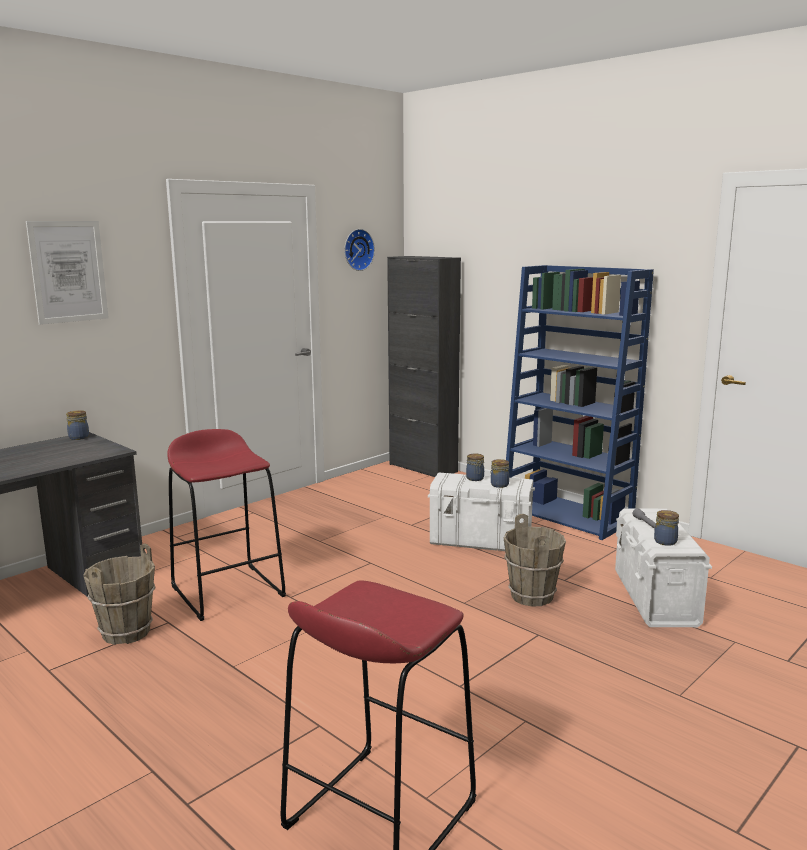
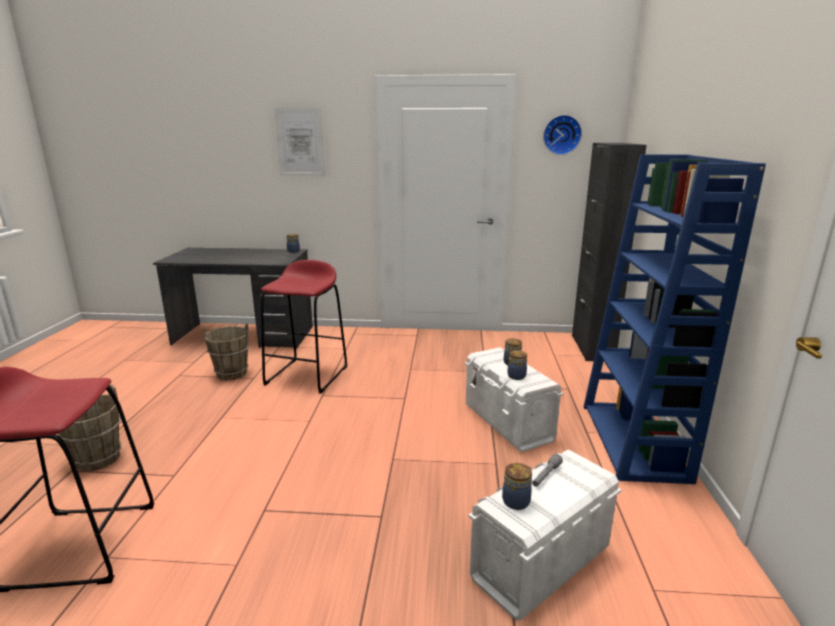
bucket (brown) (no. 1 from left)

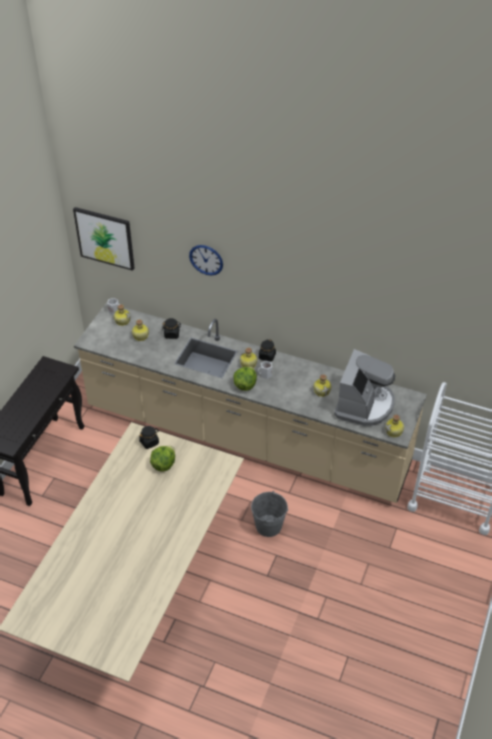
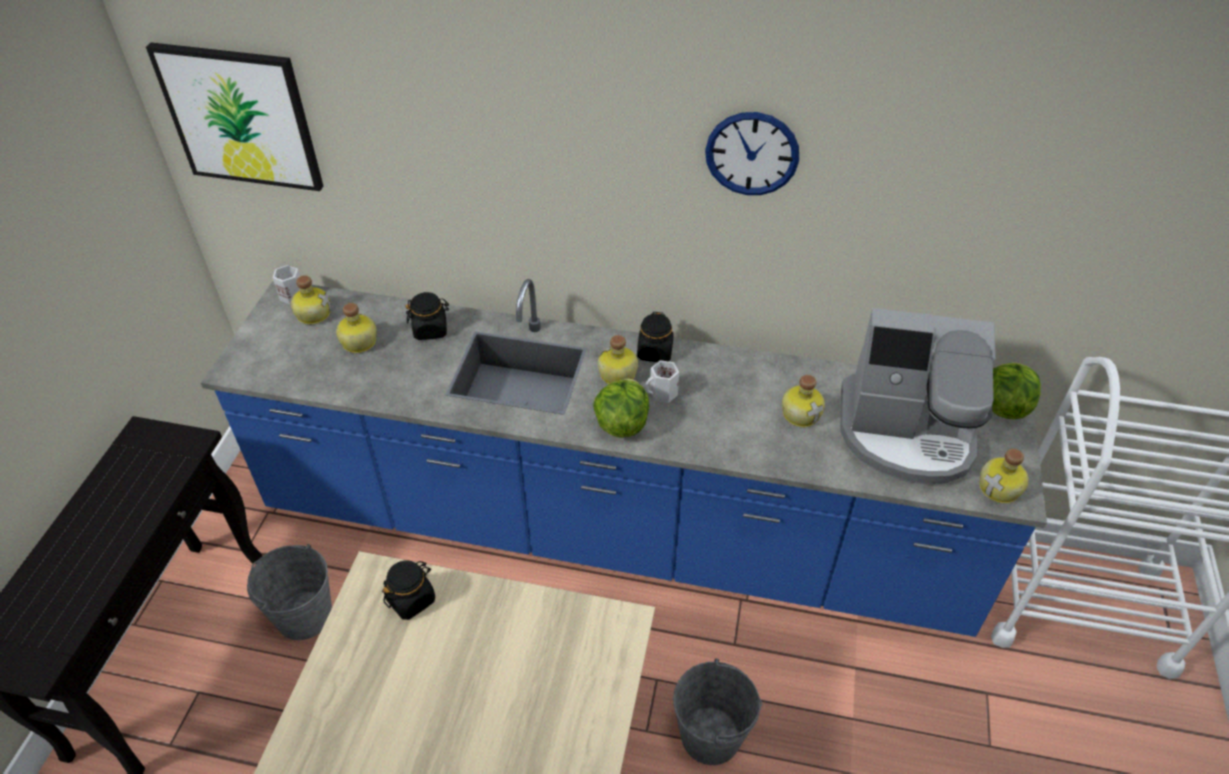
counter (blue)
lettuce (no. 2 from left)
wall clock
coffee machine
bucket (grey) (no. 1 from left)

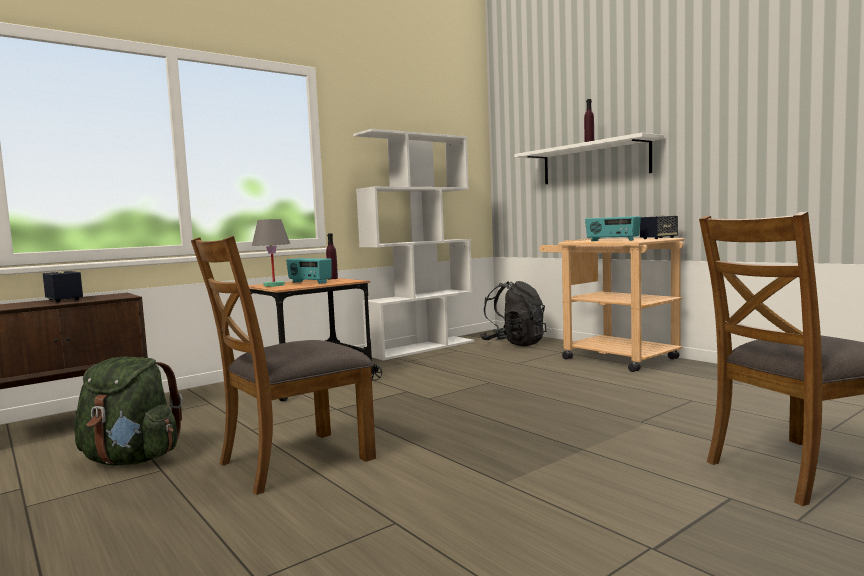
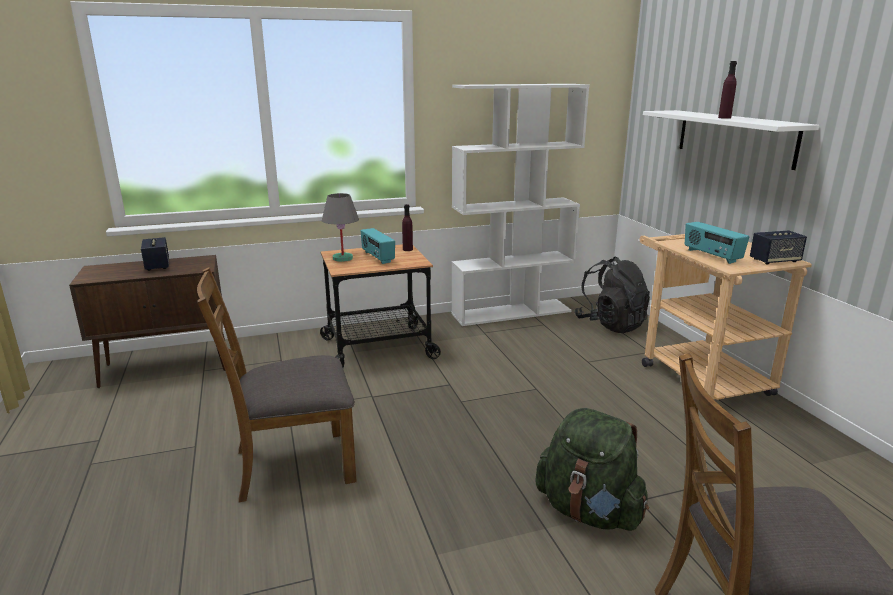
backpack (green)

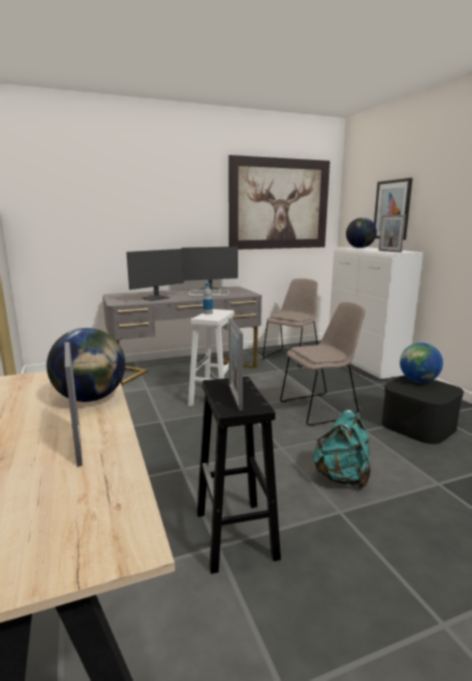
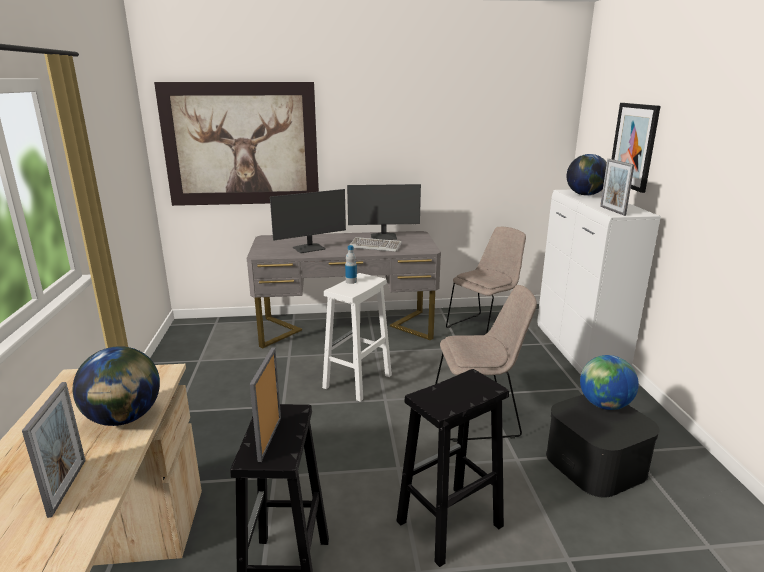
picture (no. 1 from left)
stool (black) (no. 2 from left)

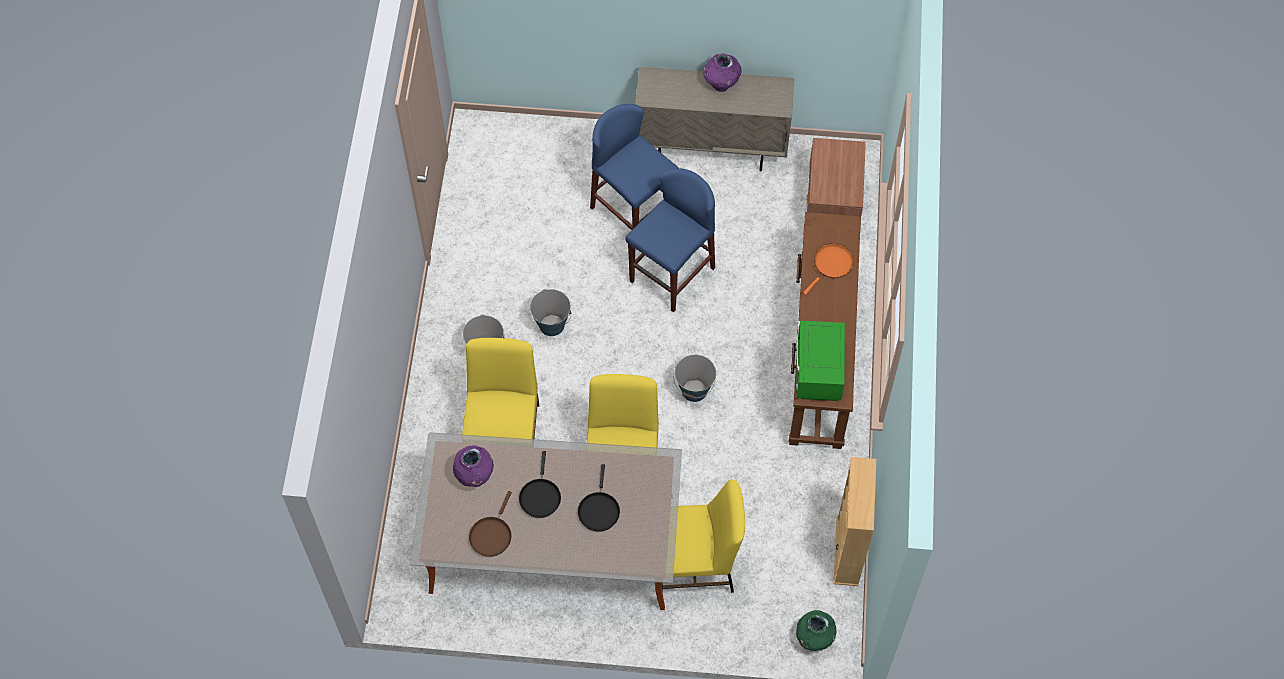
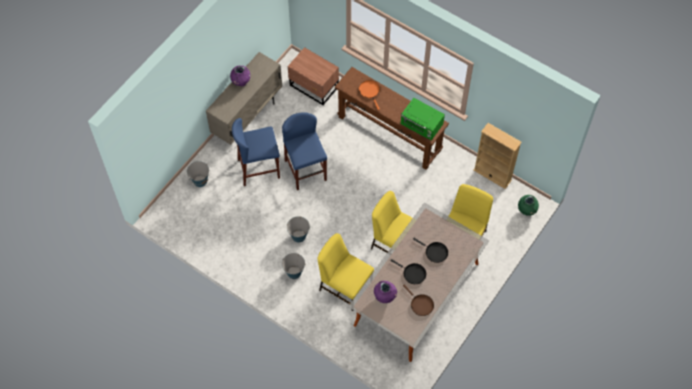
bucket (no. 1 from left)

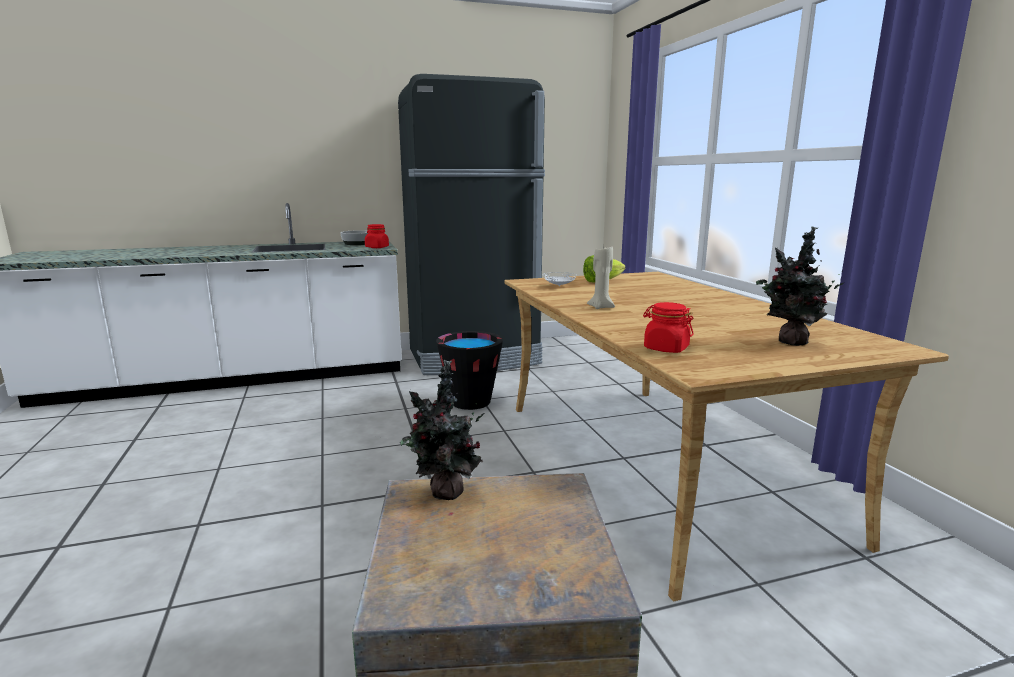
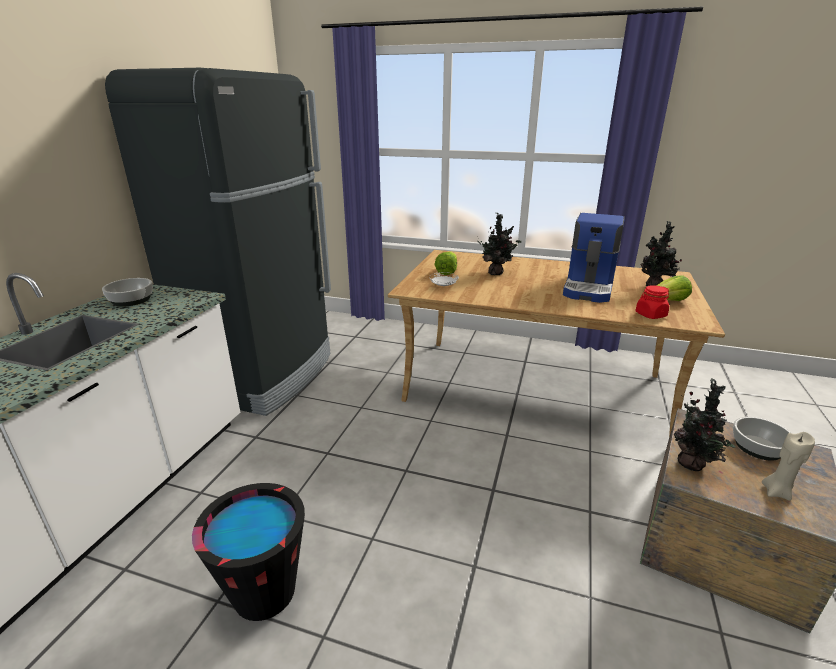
jar (red) (no. 1 from left in the first image)
bucket (black)
candle (beige)
potted plant (no. 1 from left)
coffee machine
lettuce (no. 2 from left)
bowl (no. 2 from left)

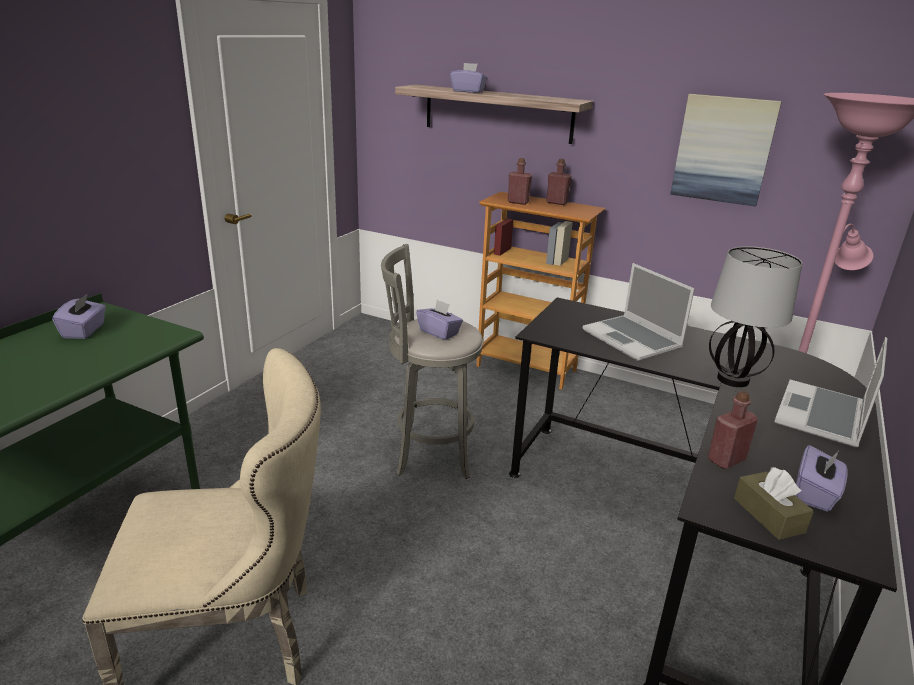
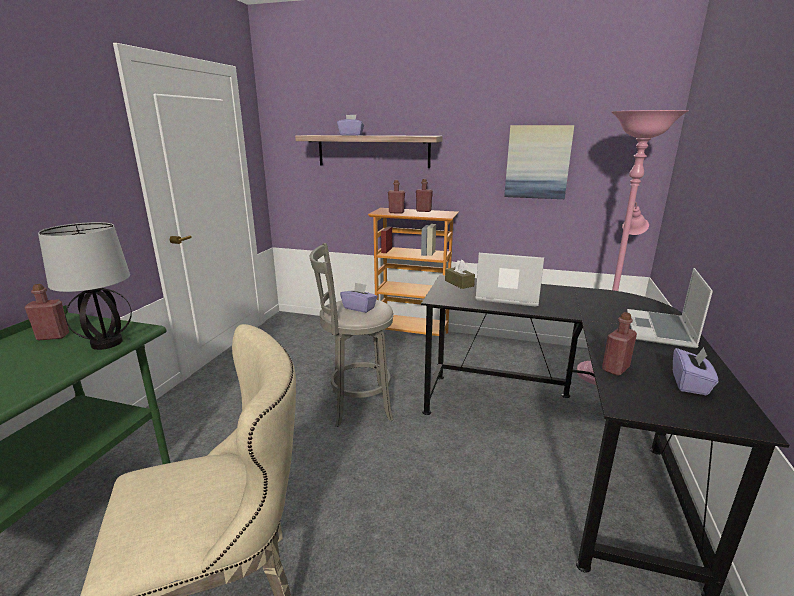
bottle (red) (no. 1 from left)
laptop (no. 1 from left)
table lamp
tissue box (brown)

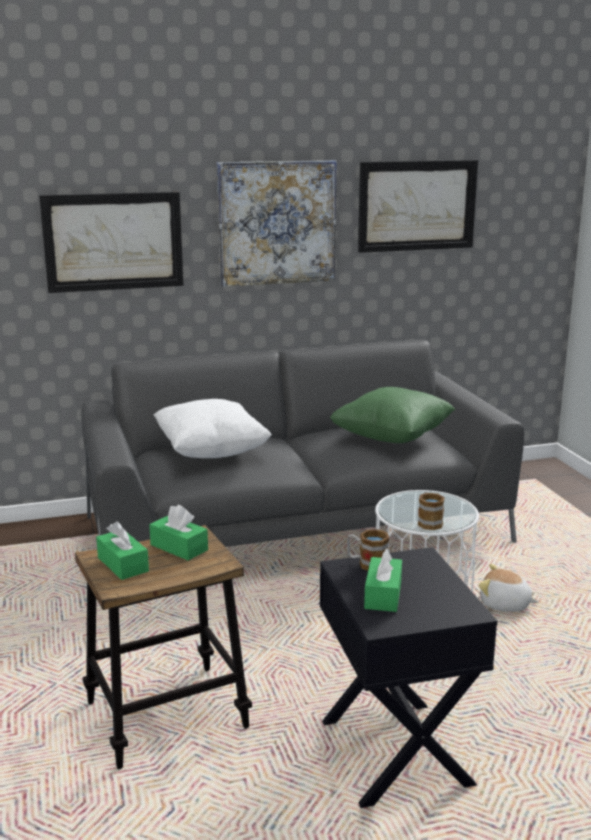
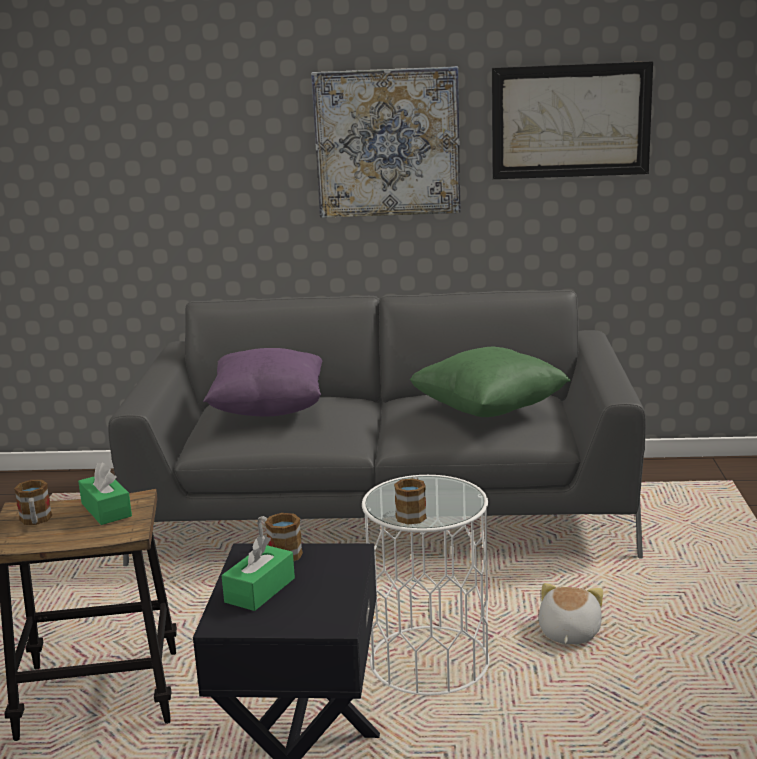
picture (no. 1 from left in the first image)
mug (no. 1 from left)
pillow (purple)
plush toy

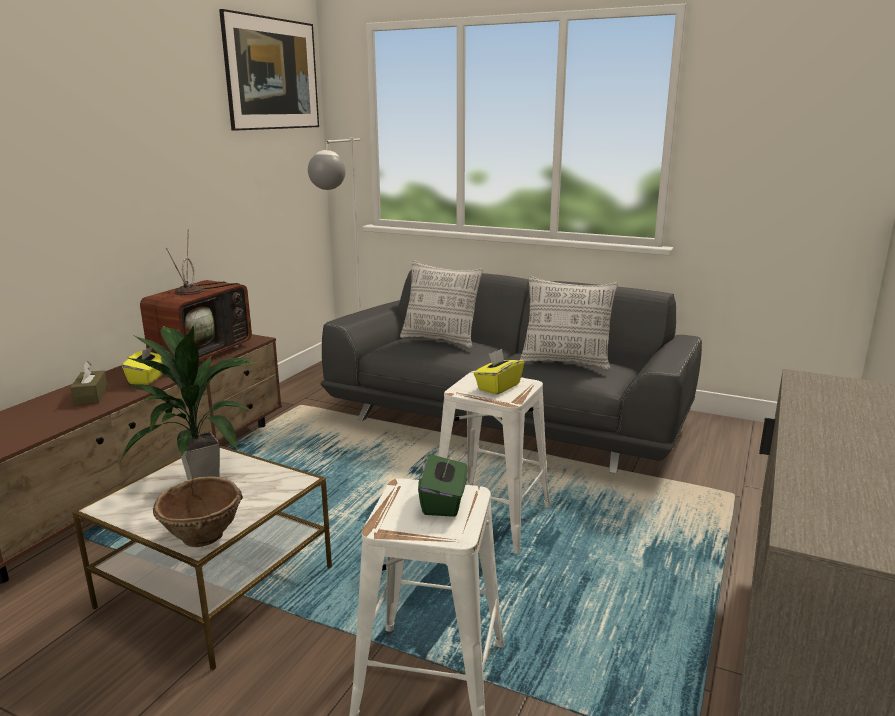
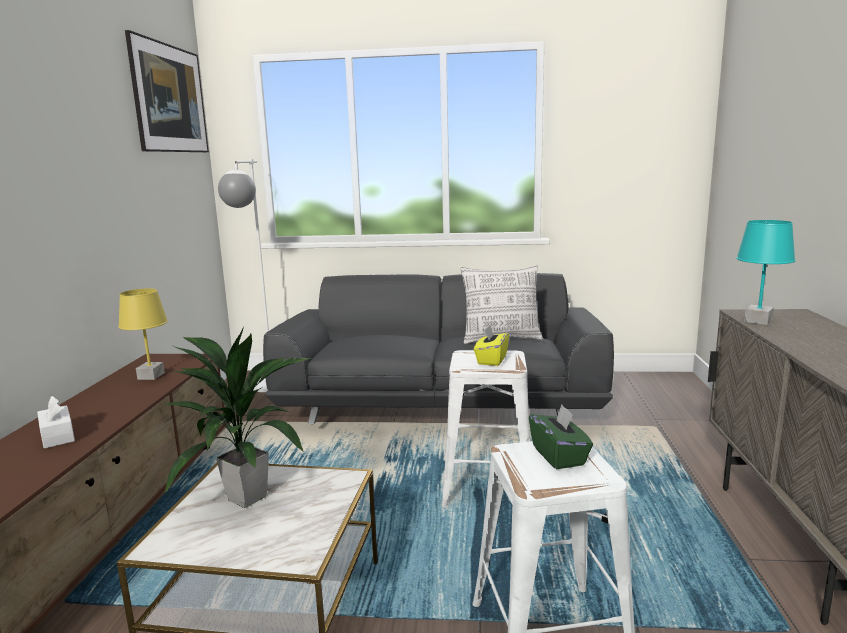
tissue box (white)
tissue box (yellow) (no. 1 from left in the first image)
table lamp (yellow)
bowl (brown)
pillow (no. 1 from left in the first image)
table lamp (turquoise)

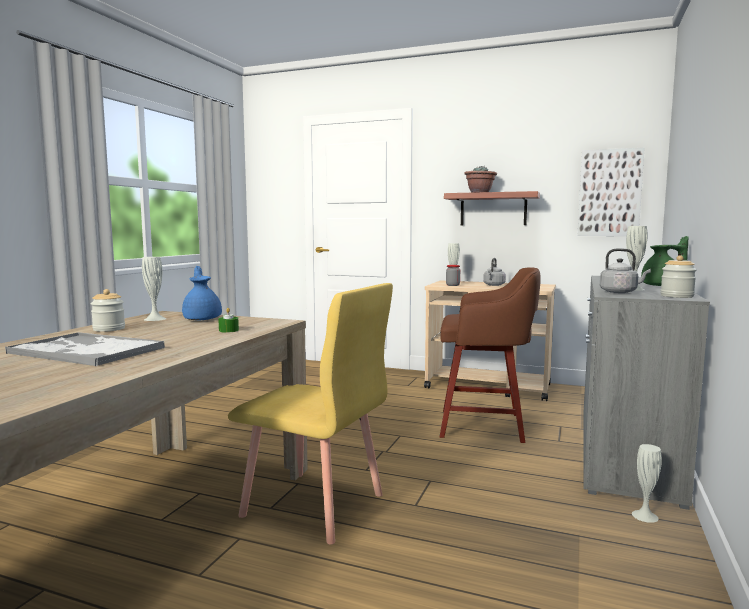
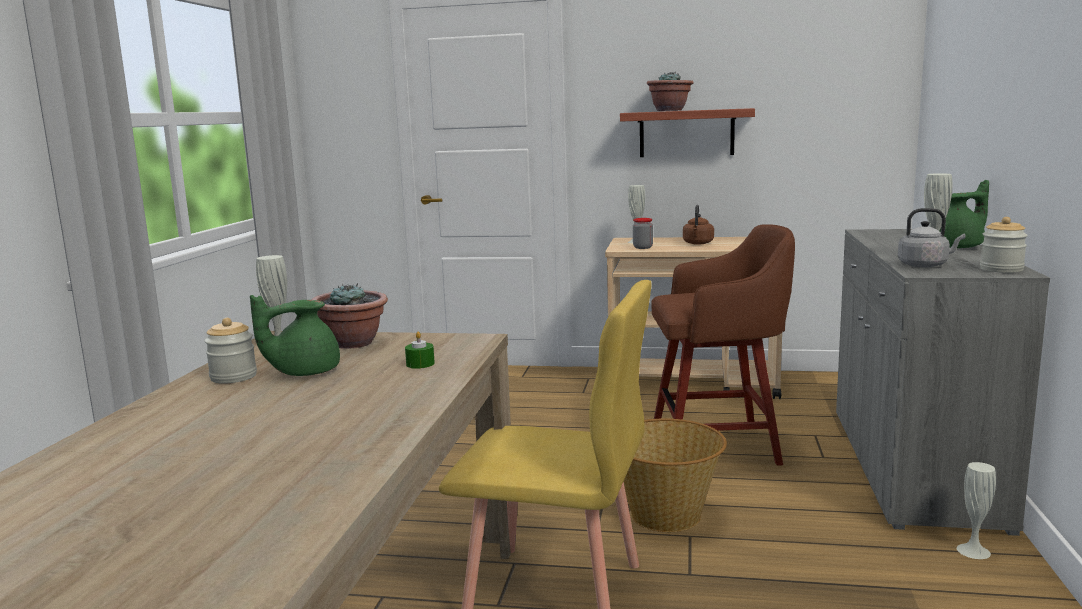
tray
potted plant (no. 1 from left)
kettle (brown)
picture
teapot (green) (no. 1 from left)
basket

